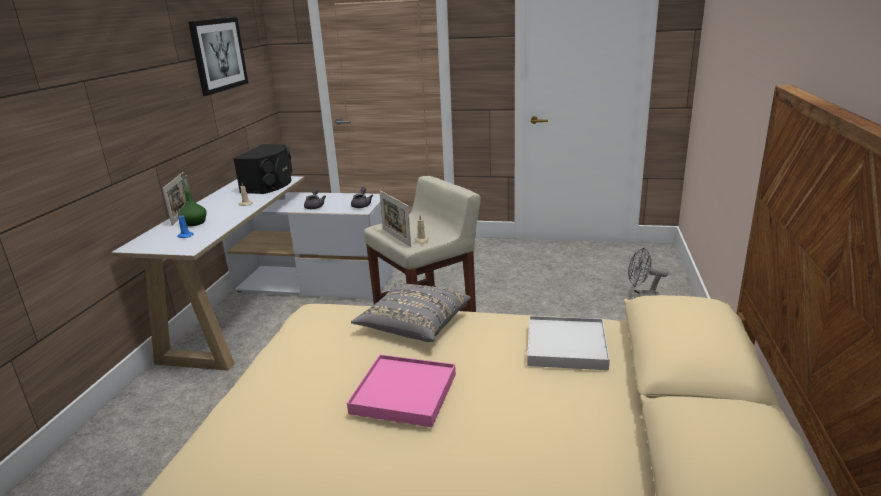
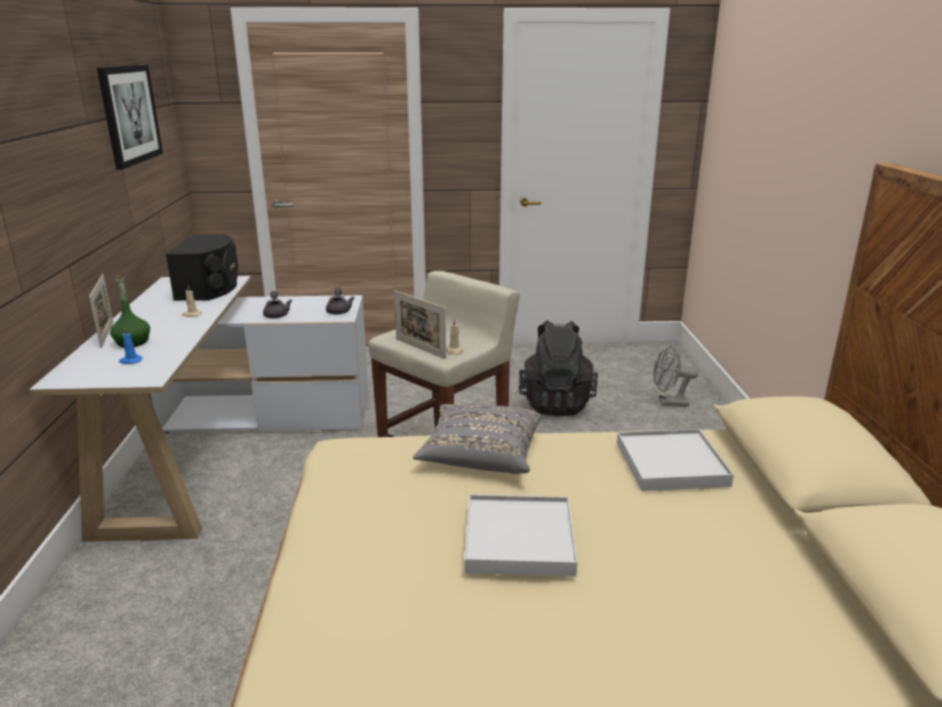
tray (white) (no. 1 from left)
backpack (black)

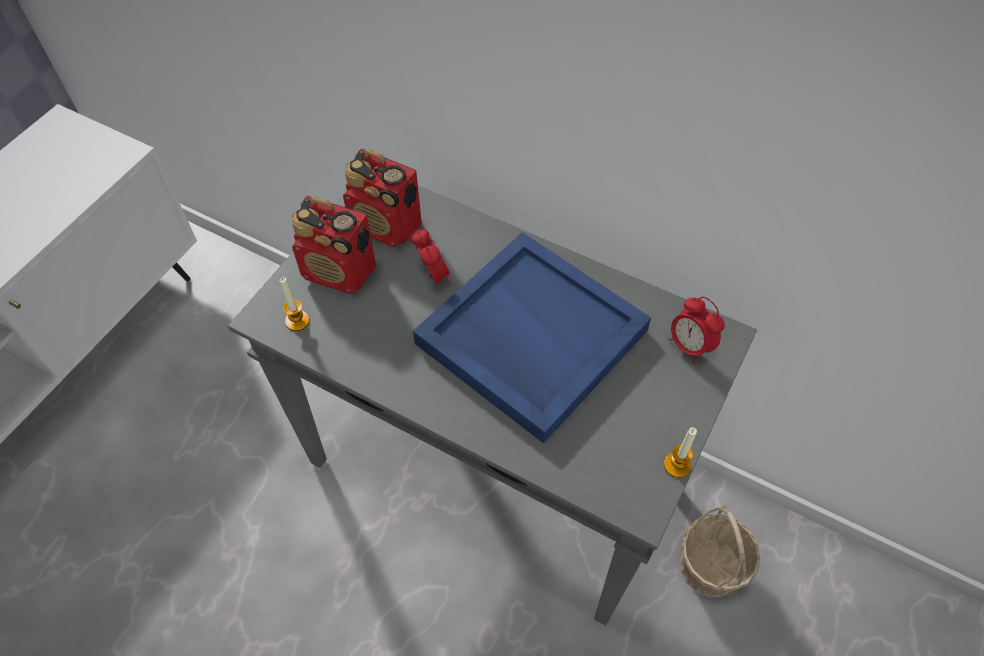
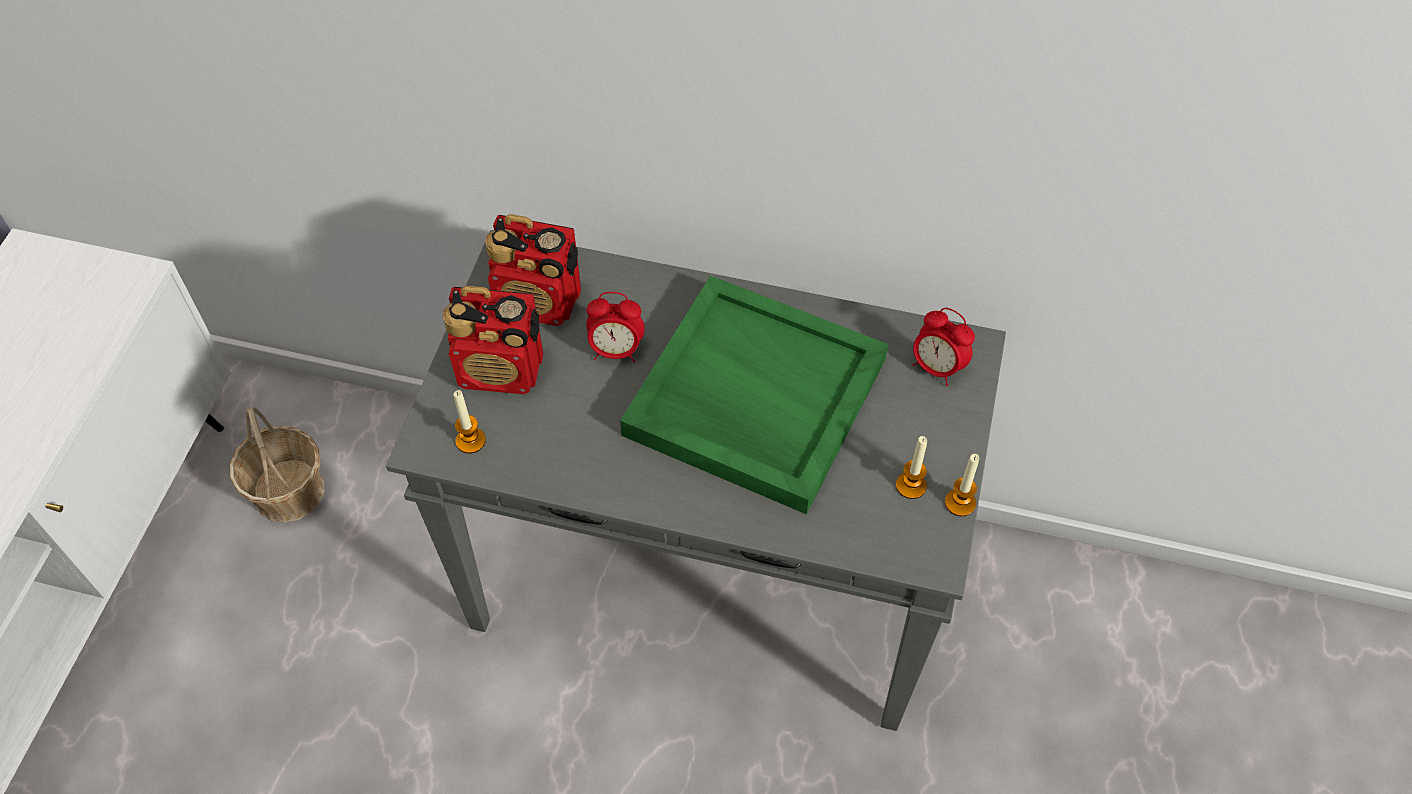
alarm clock (no. 1 from left)
tray (green)
basket
candle (no. 2 from left)

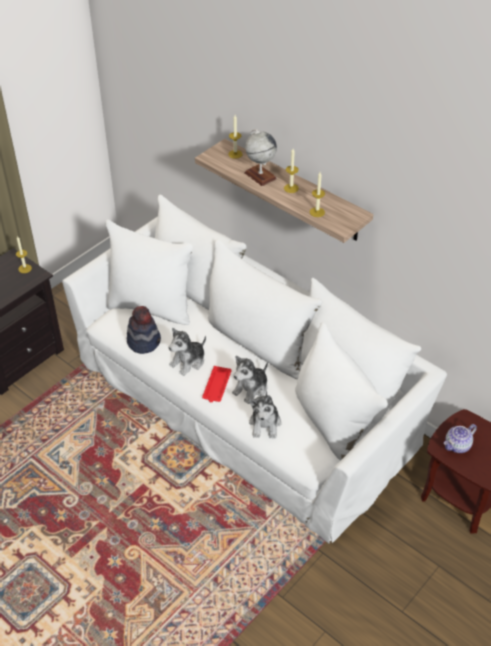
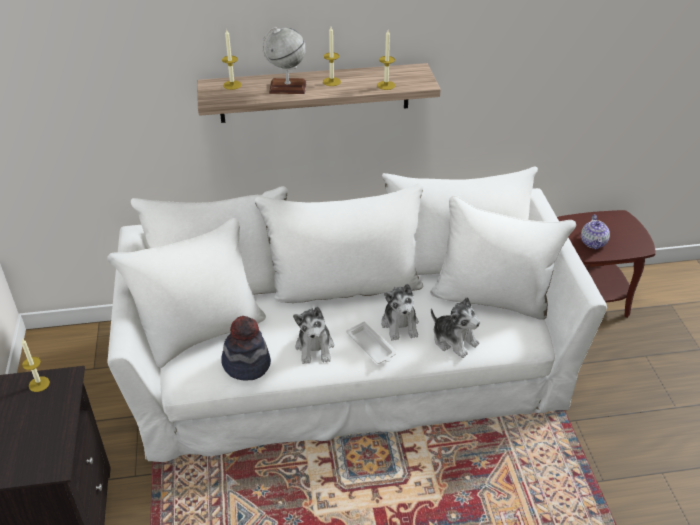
tray (white)

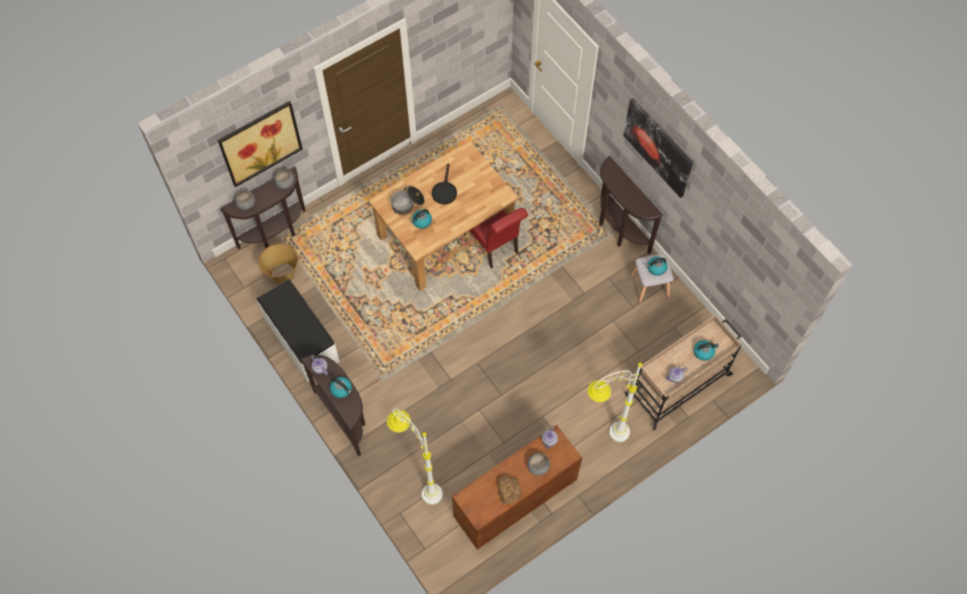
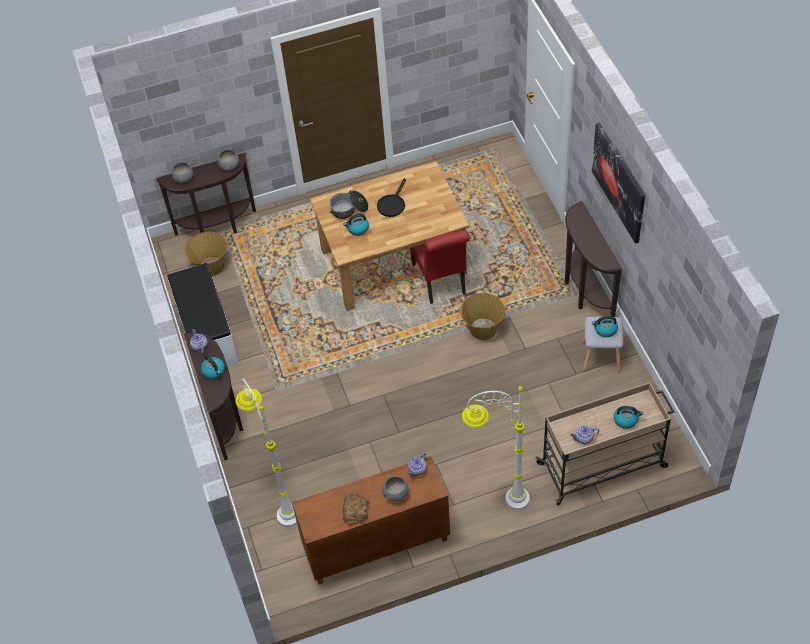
picture (no. 1 from left in the first image)
basket (no. 2 from left)

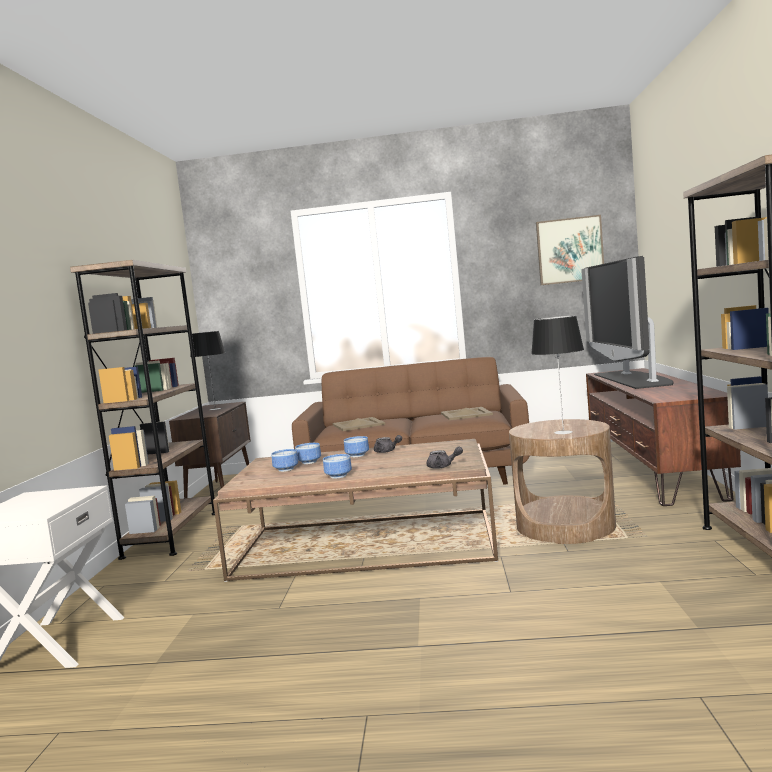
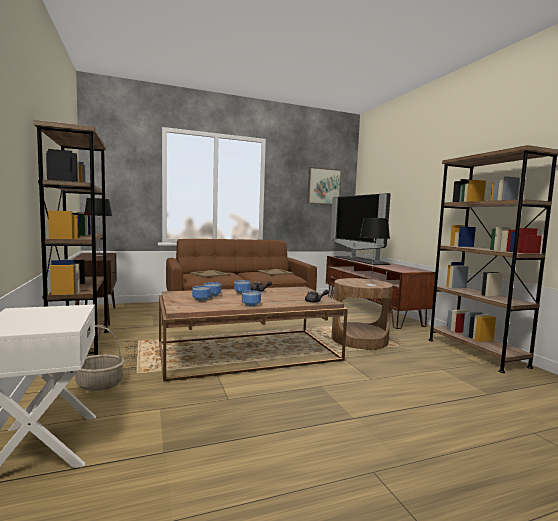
basket

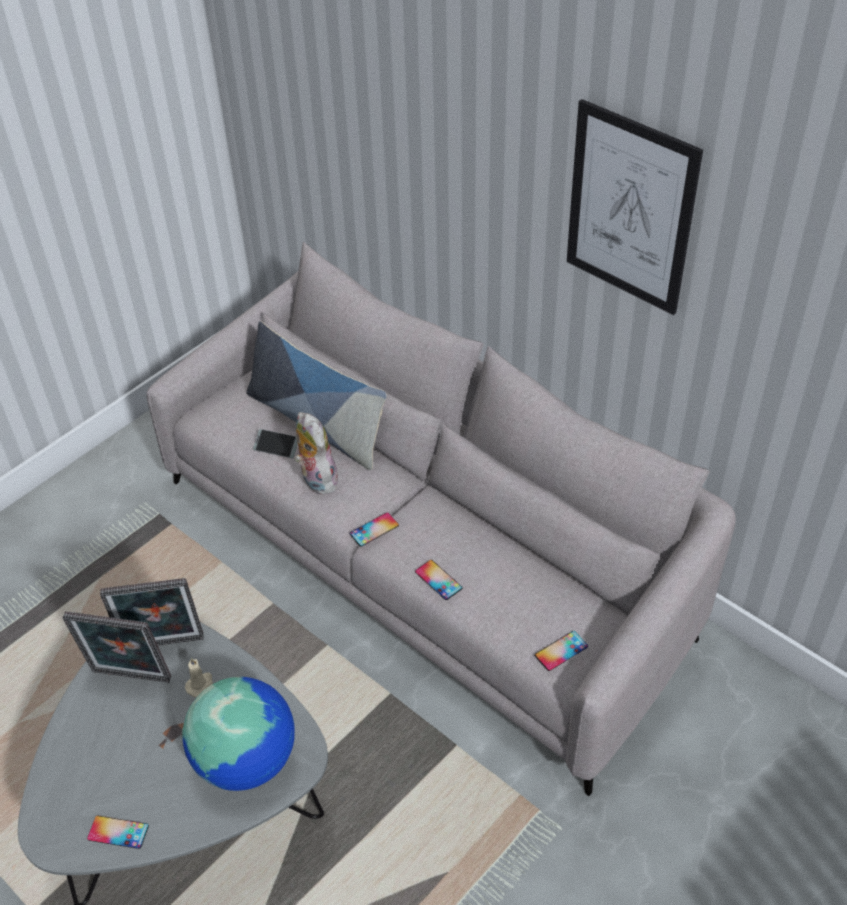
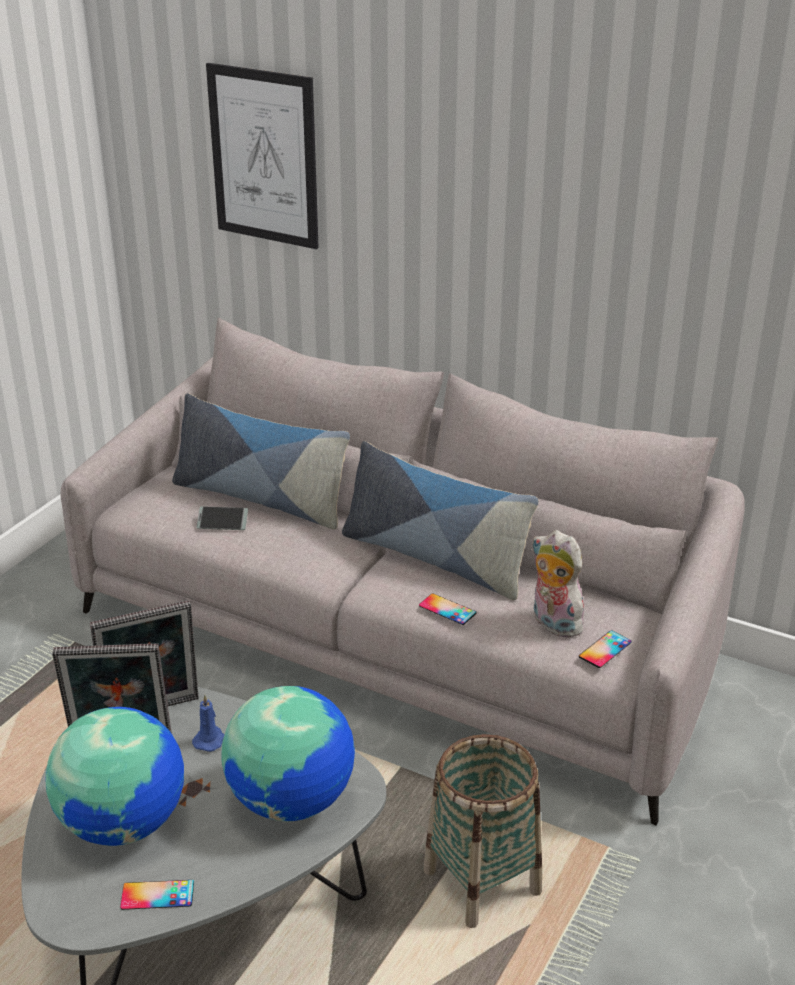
candle (blue)
plush toy
phone (no. 3 from left in the first image)
picture
globe (no. 1 from left)
pillow (no. 2 from left)
basket

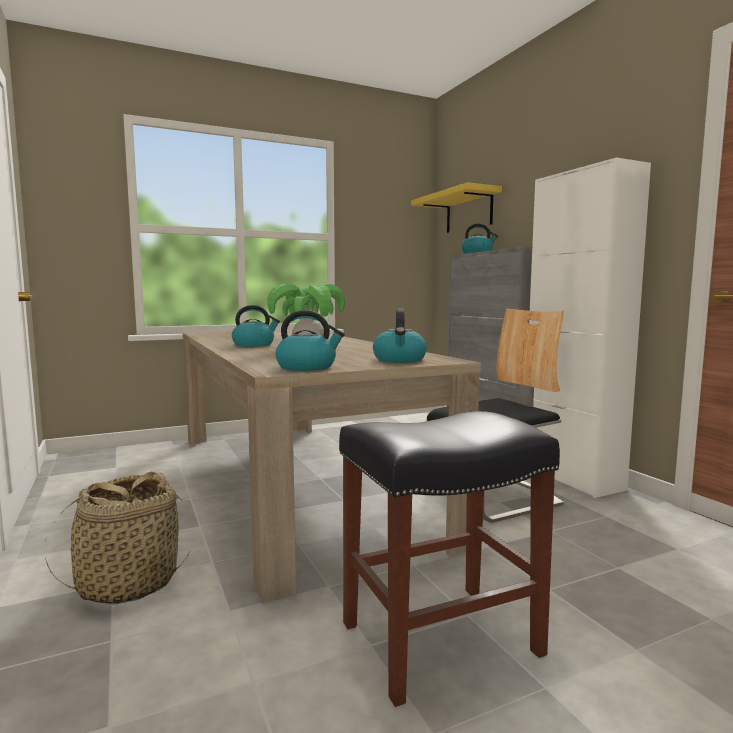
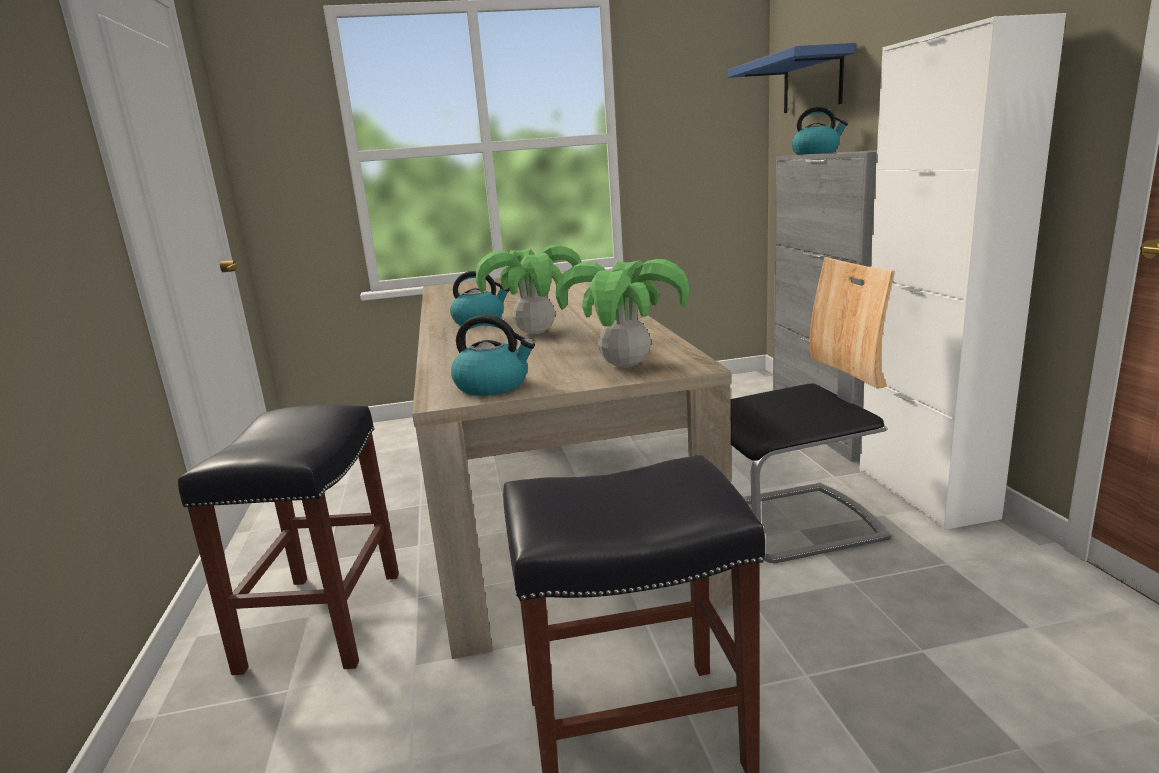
stool (black) (no. 1 from left)
potted plant (no. 2 from left)
shelf (blue)

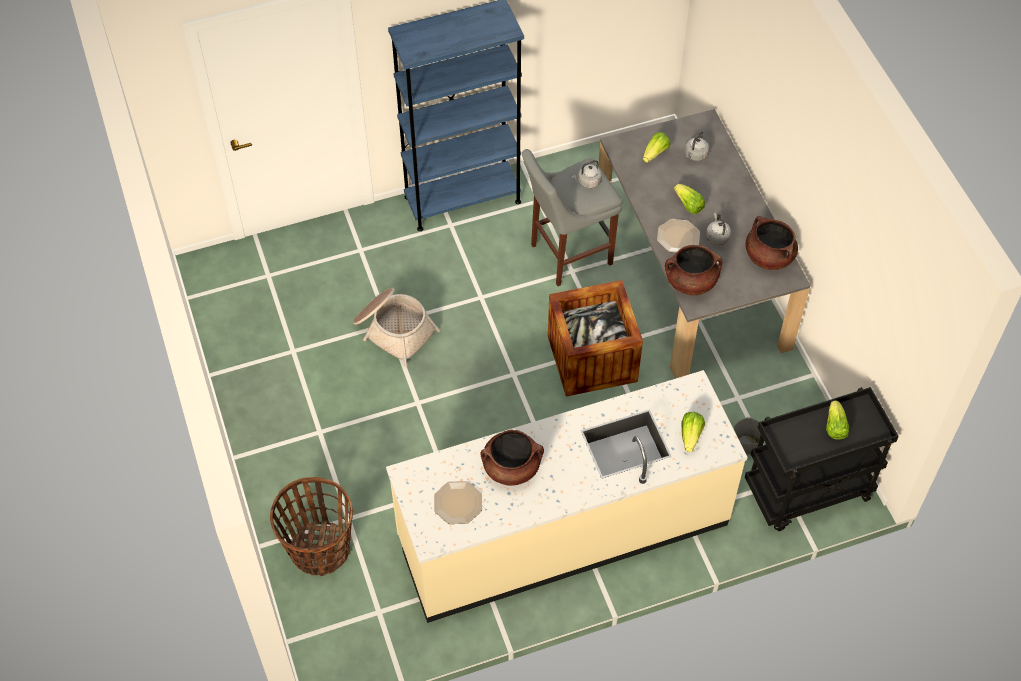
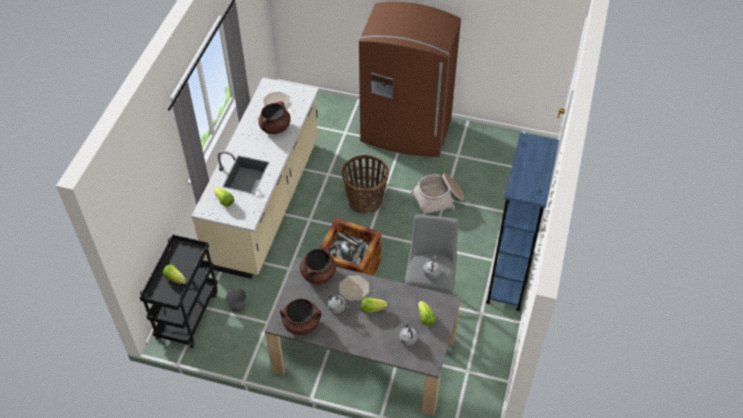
basket (no. 1 from left)
fridge (brown)

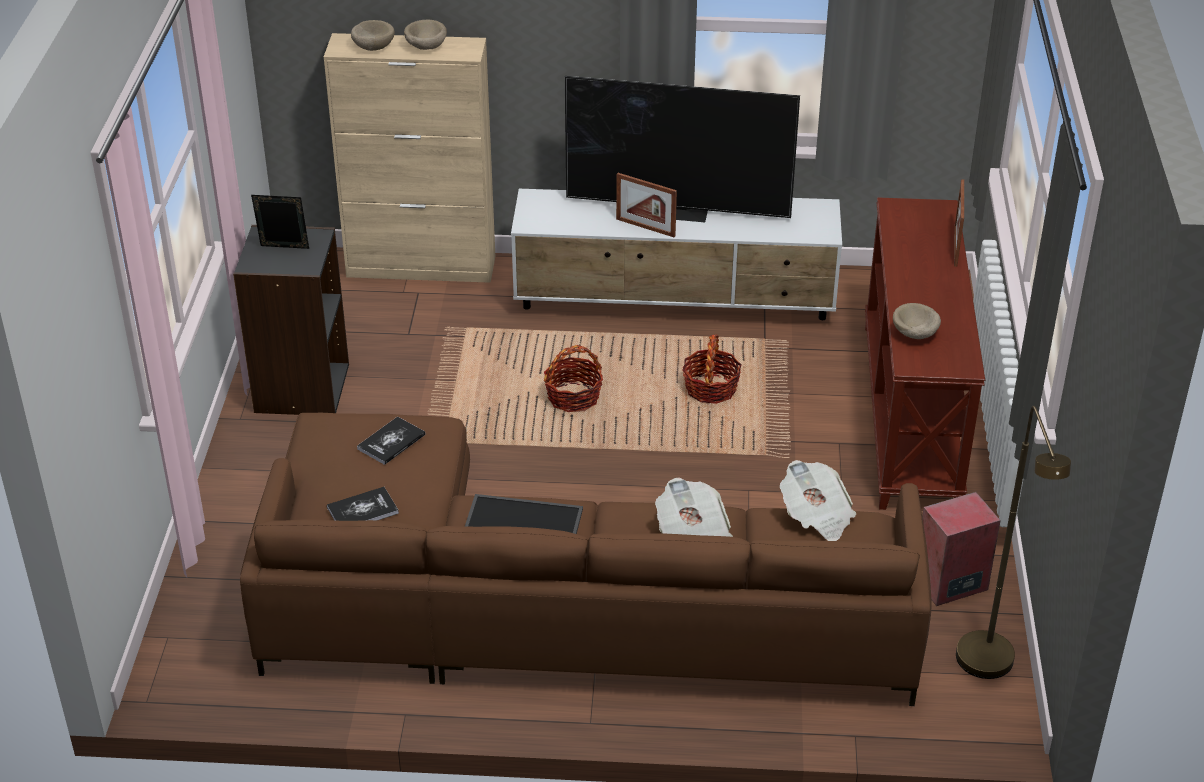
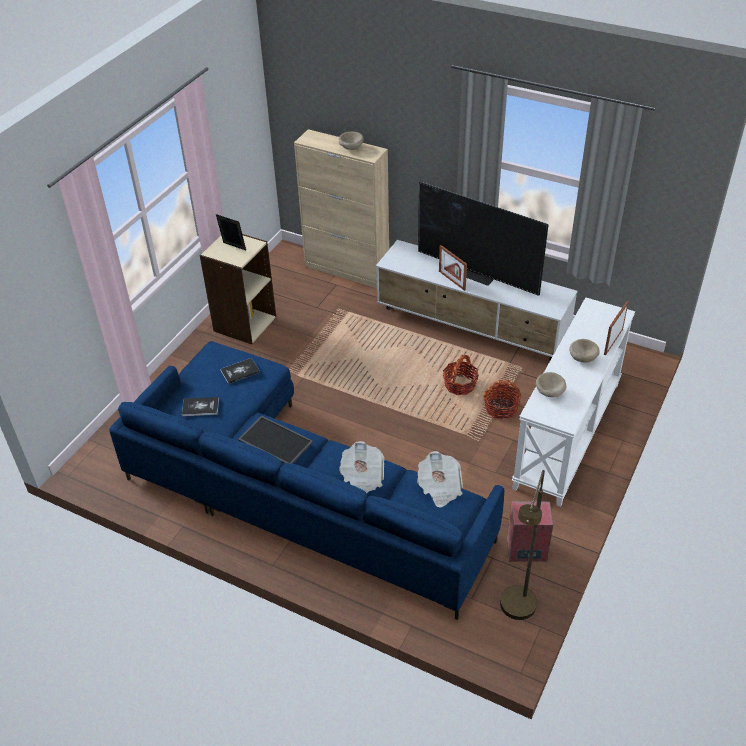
bookcase (beige)
sofa (blue)
bowl (beige) (no. 3 from left)
basket (no. 2 from left)
console table (white)

